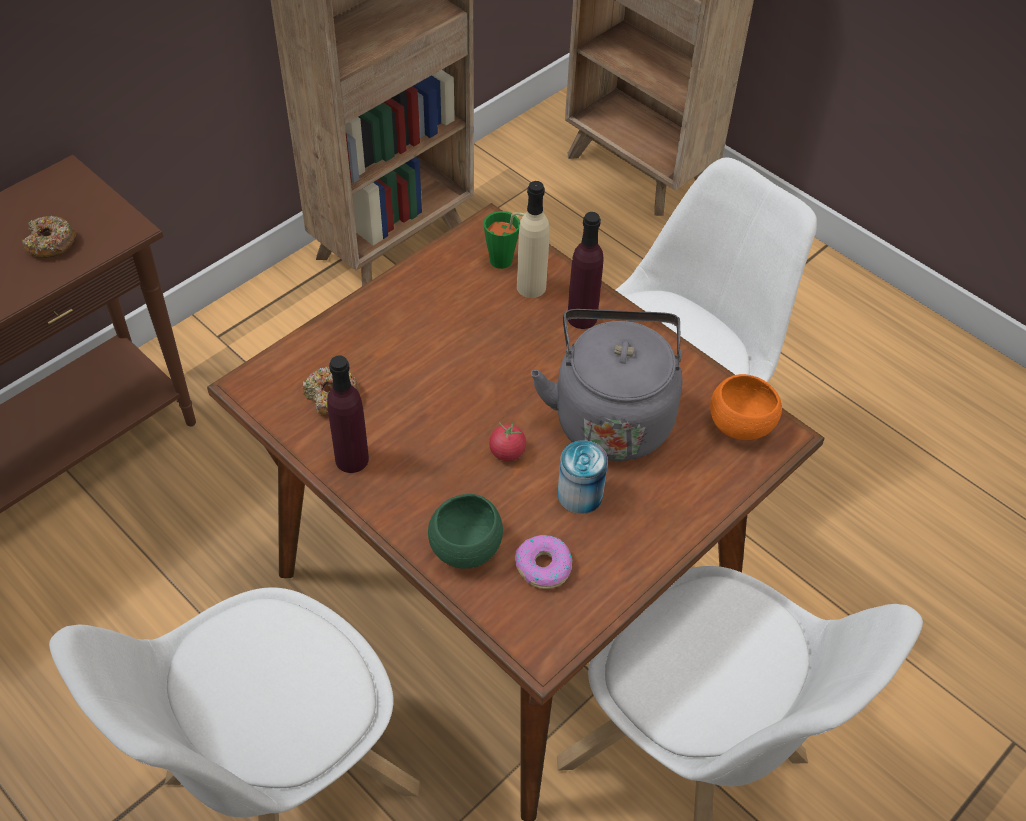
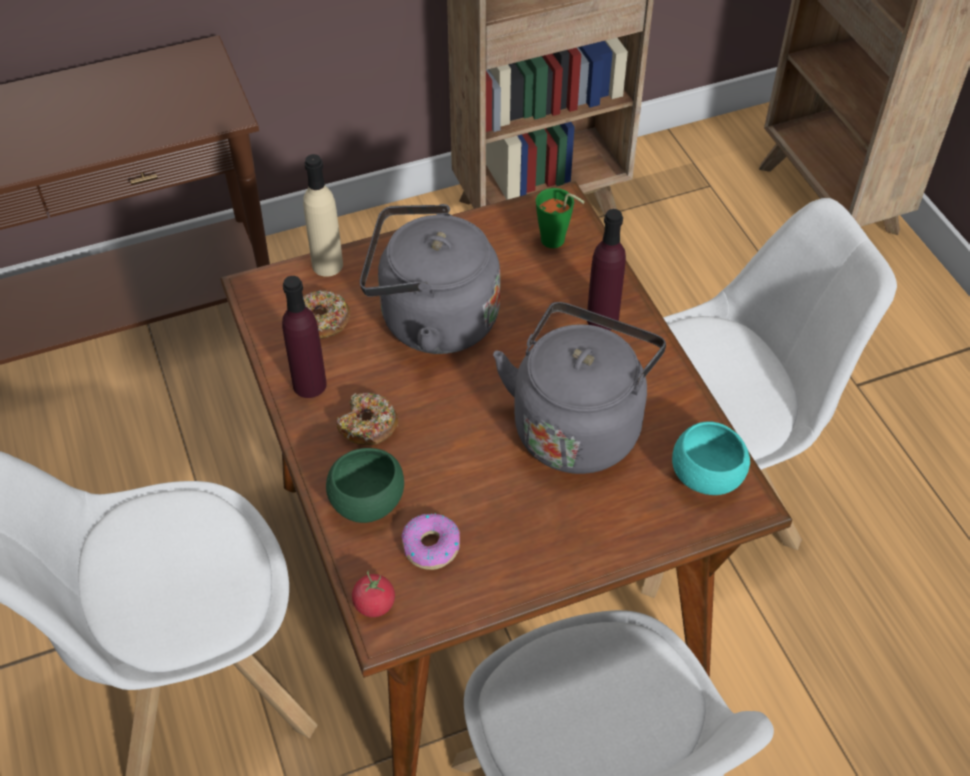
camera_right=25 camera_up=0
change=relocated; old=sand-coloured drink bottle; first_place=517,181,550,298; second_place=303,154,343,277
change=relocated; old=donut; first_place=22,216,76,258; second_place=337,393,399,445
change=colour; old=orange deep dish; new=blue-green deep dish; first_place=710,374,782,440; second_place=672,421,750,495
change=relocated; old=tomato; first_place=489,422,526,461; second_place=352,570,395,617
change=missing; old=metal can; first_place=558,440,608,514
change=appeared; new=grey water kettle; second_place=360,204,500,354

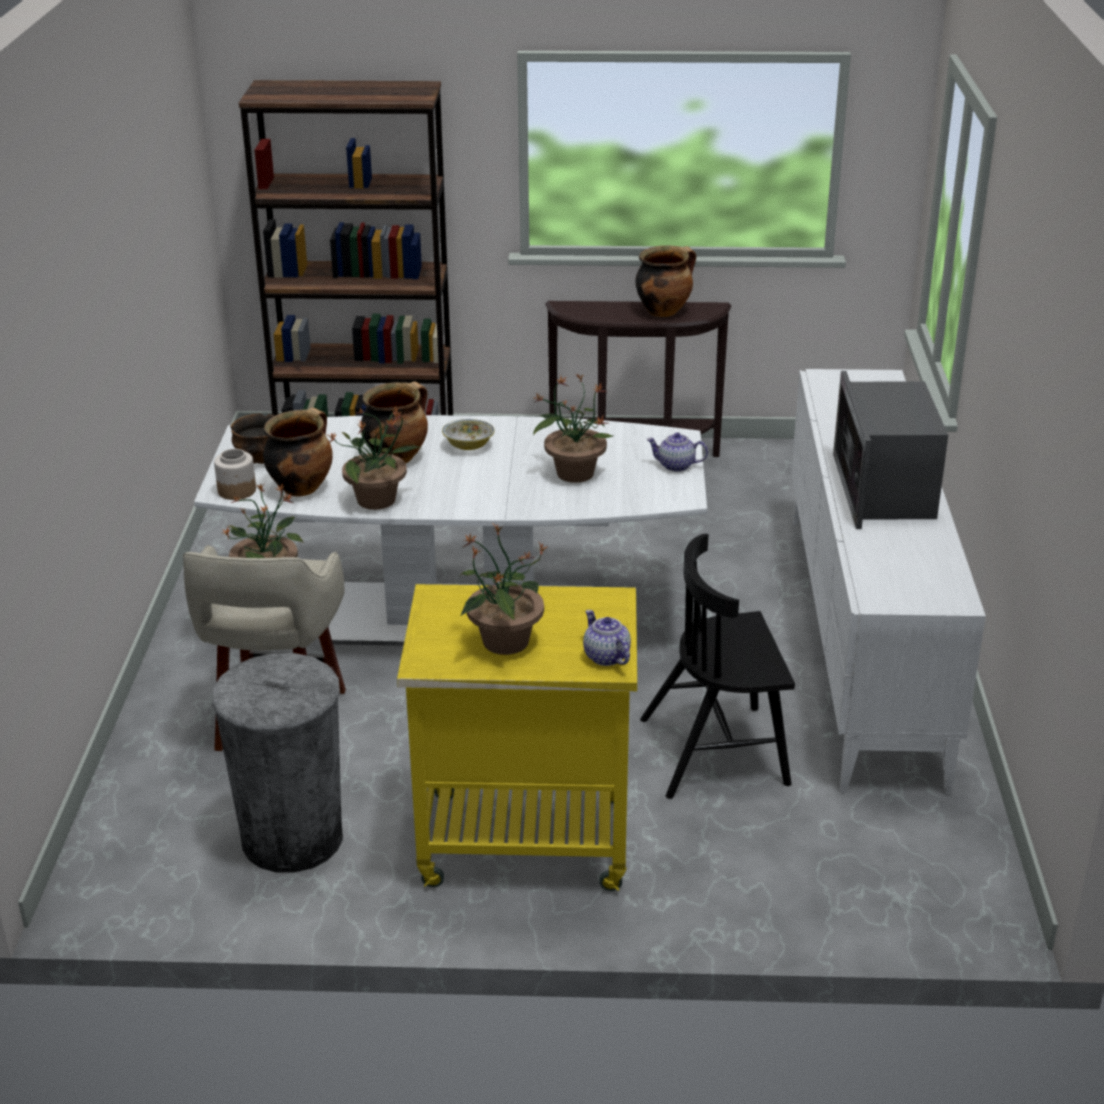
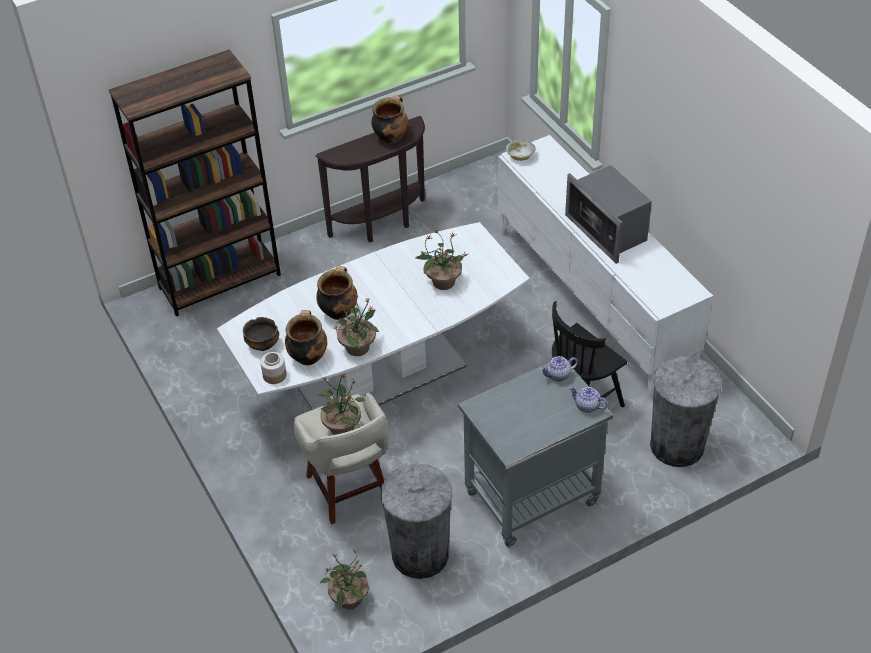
camera_right=-30 camera_up=15
change=relocated; old=deep dish; first_place=442,419,495,450; second_place=506,140,536,161
change=relocated; old=tea pot; first_place=646,432,708,472; second_place=540,356,578,381
change=relocated; old=plant in a pot; first_place=460,524,548,655; second_place=320,549,369,610
change=colour; old=yellow-coloured cart; new=grey cart; first_place=397,584,637,891; second_place=458,356,613,548
change=appeared; new=grey trash can; second_place=650,356,722,467

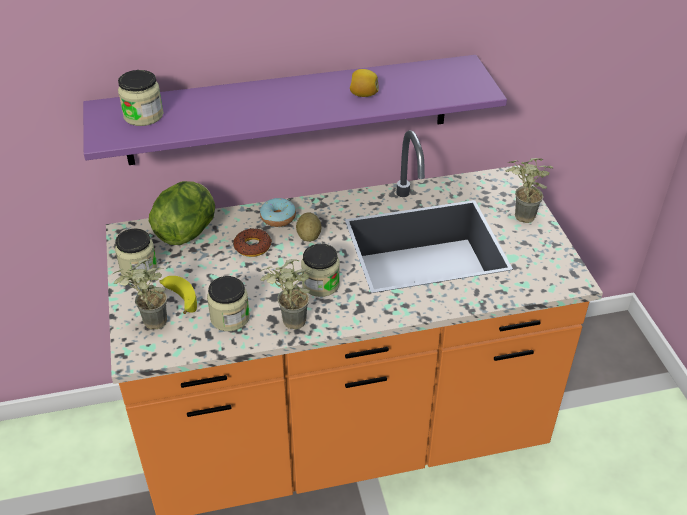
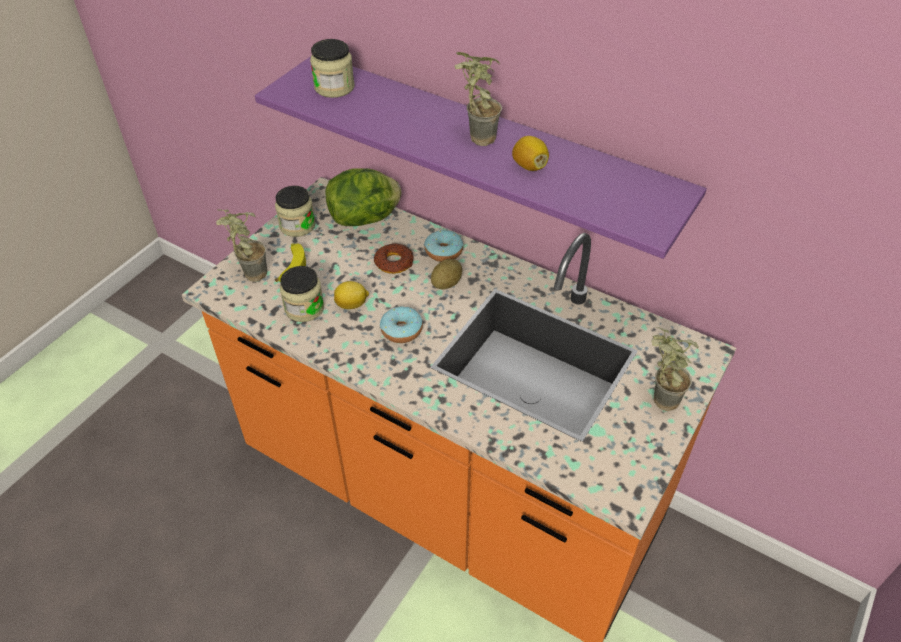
camera_right=45 camera_up=5
change=exchanged; old=storage jar; new=donut; first_place=301,244,340,297; second_place=380,306,423,343
change=relocated; old=plant in a pot; first_place=261,259,312,329; second_place=454,52,502,146
change=appeared; new=lemon; second_place=334,281,369,309

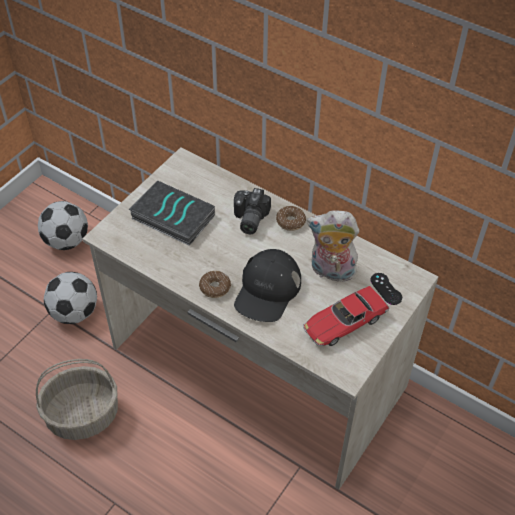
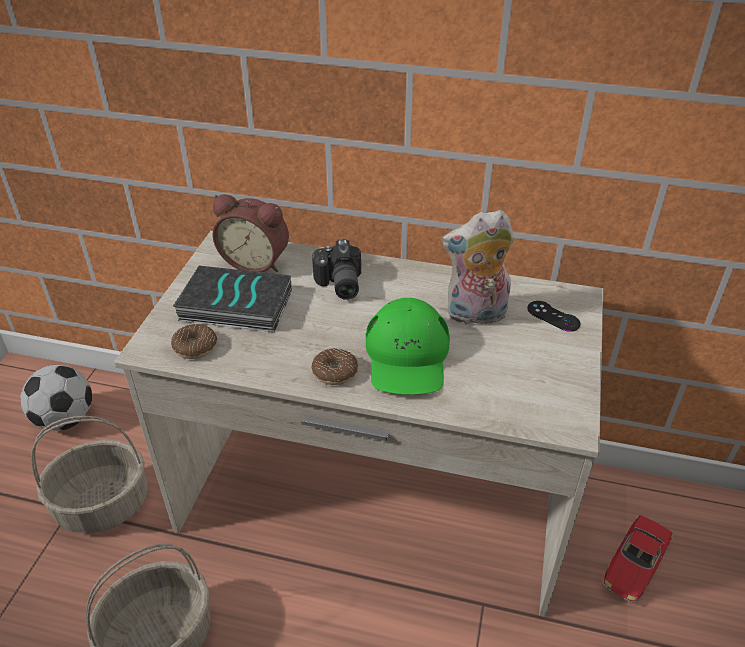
camera_right=-20 camera_up=-10
change=relocated; old=donut; first_place=276,206,306,231; second_place=171,324,217,359
change=colour; old=black-coloured peaked cap; new=green peaked cap; first_place=234,249,301,322; second_place=365,298,450,395
change=exchanged; old=football ball; new=household basket; first_place=44,272,97,324; second_place=31,416,148,533
change=relocated; old=model car; first_place=303,286,389,346; second_place=603,515,673,603
change=appeared; new=alarm clock; second_place=213,194,289,272

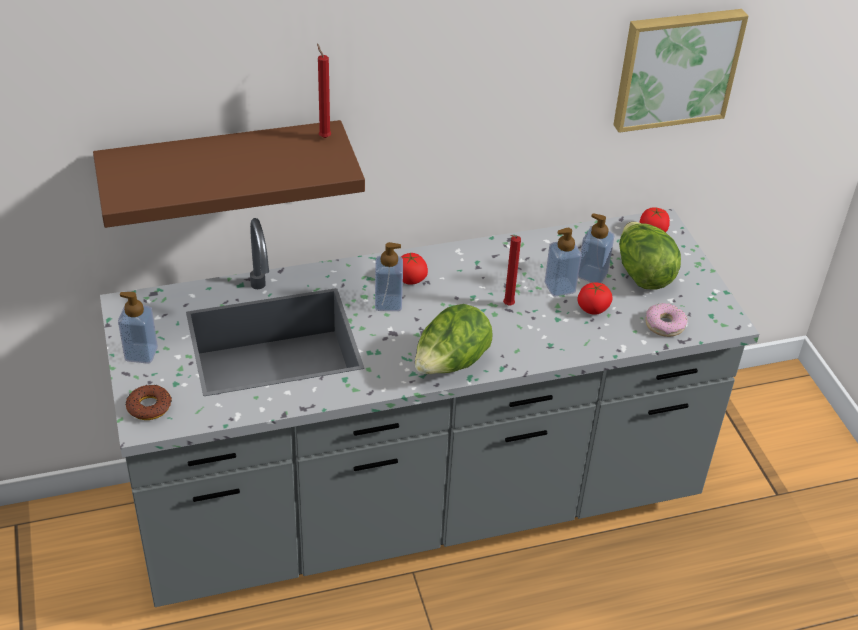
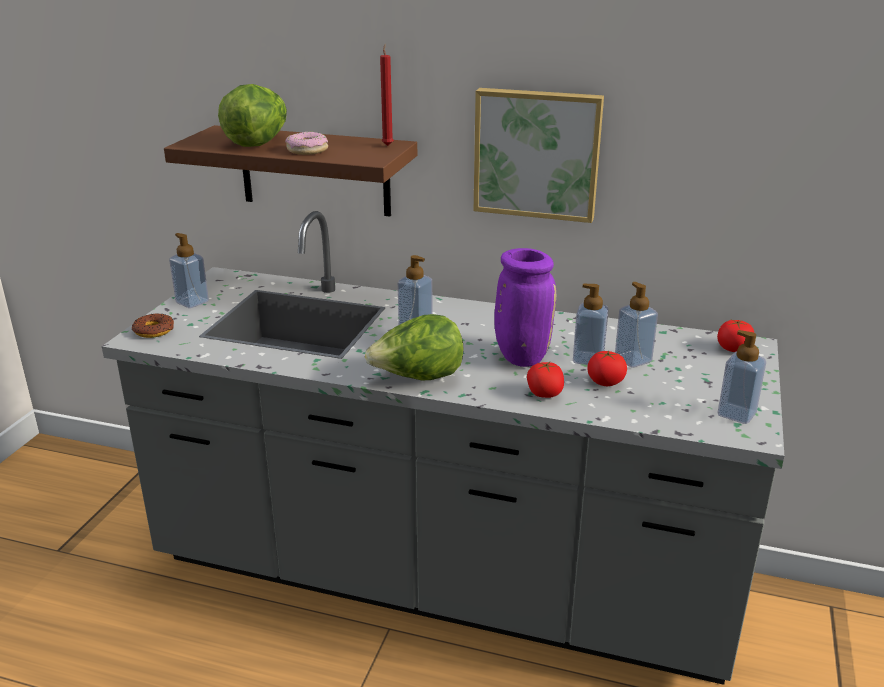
camera_right=35 camera_up=-15
change=relocated; old=picture; first_place=613,9,749,133; second_place=474,88,604,223
change=relocated; old=head of lettuce; first_place=619,222,681,289; second_place=218,84,287,147
change=exchanged; old=red wax candle; new=purple flower vase; first_place=503,235,521,305; second_place=494,248,556,367
change=relocated; old=tomato; first_place=401,253,428,285; second_place=527,361,564,398
change=relocated; old=donut; first_place=645,303,688,337; second_place=285,132,328,155
change=appeared; new=liquid soap bottle; second_place=718,330,766,424

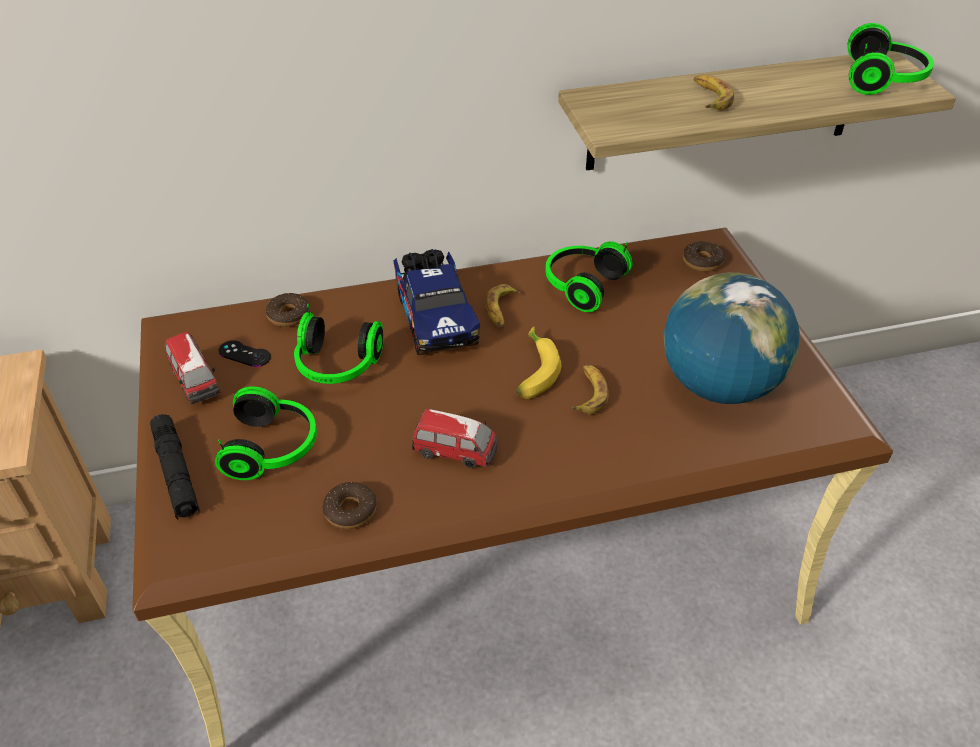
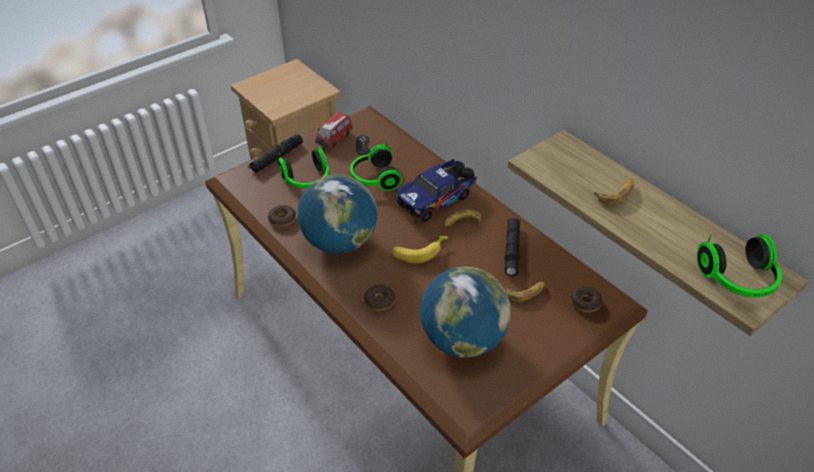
camera_right=65 camera_up=0
change=exchanged; old=headphones; new=black-coloured torch; first_place=545,241,633,312; second_place=505,218,520,276
change=relocated; old=donut; first_place=266,293,310,327; second_place=364,284,395,311
change=relocated; old=banana fruit; first_place=572,365,609,415; second_place=505,281,545,302
change=exchanged; old=model car; new=globe; first_place=412,409,498,468; second_place=298,174,377,254

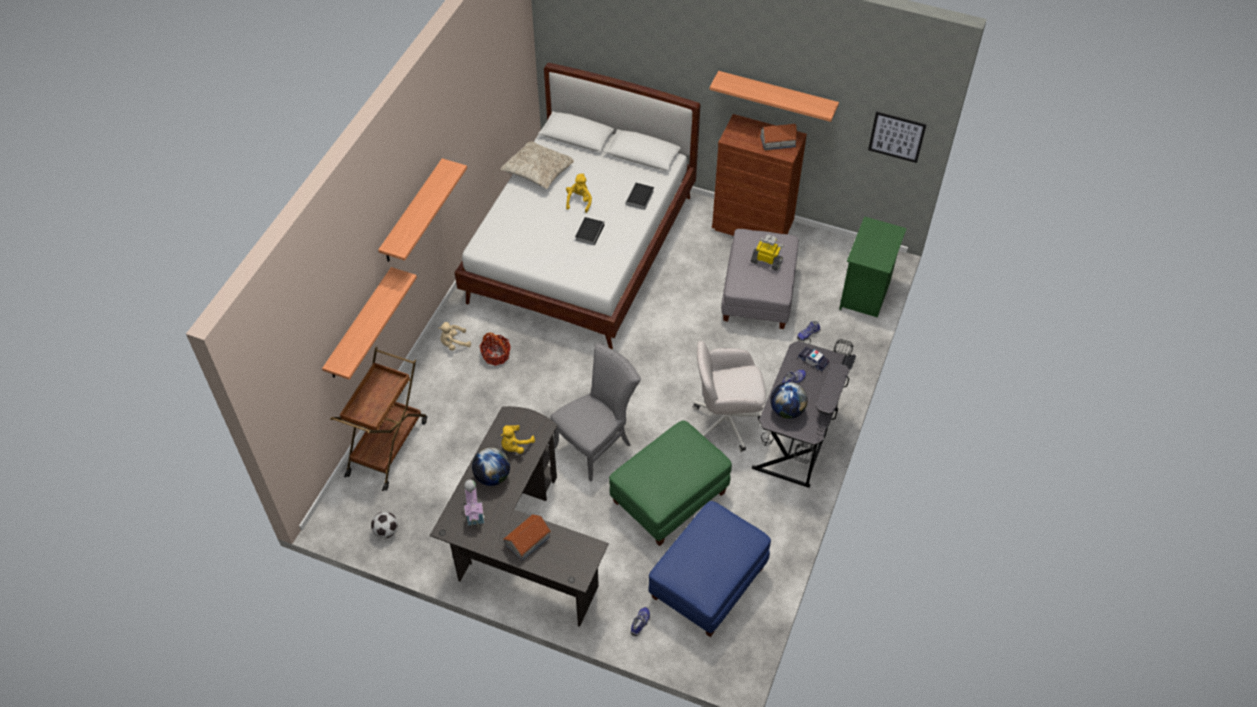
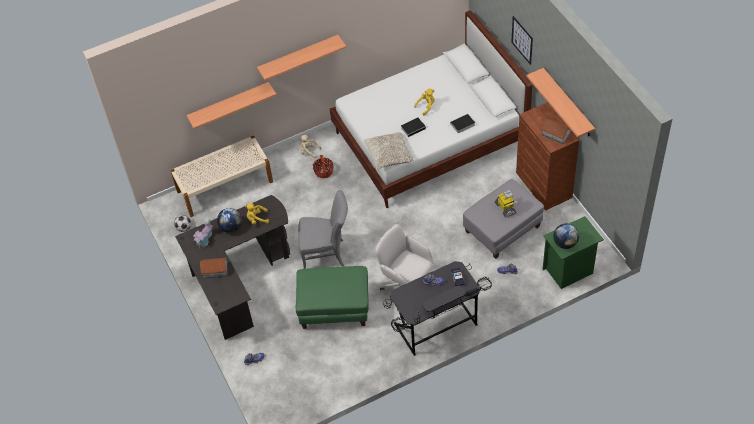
camera_right=45 camera_up=0
change=relocated; old=picture; first_place=868,111,927,163; second_place=511,16,533,65
change=relocated; old=sand-coloured pillow; first_place=501,142,574,189; second_place=363,132,414,170
change=exchanged; old=brownish cart; new=sand-coloured indoor bench; first_place=330,346,427,491; second_place=170,135,273,217
change=relocated; old=globe; first_place=770,382,808,419; second_place=553,224,579,249
change=missing; old=bluish footrest; first_place=649,501,771,637

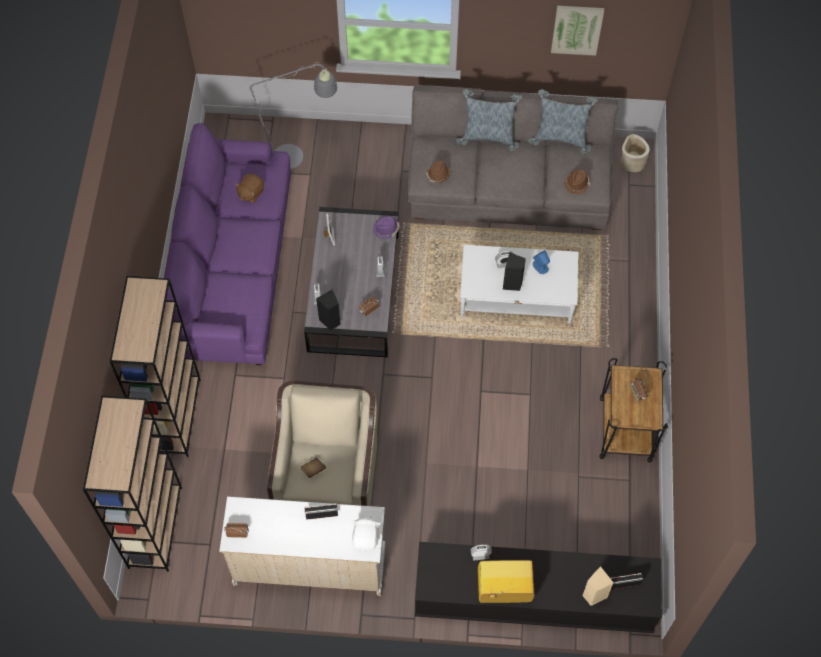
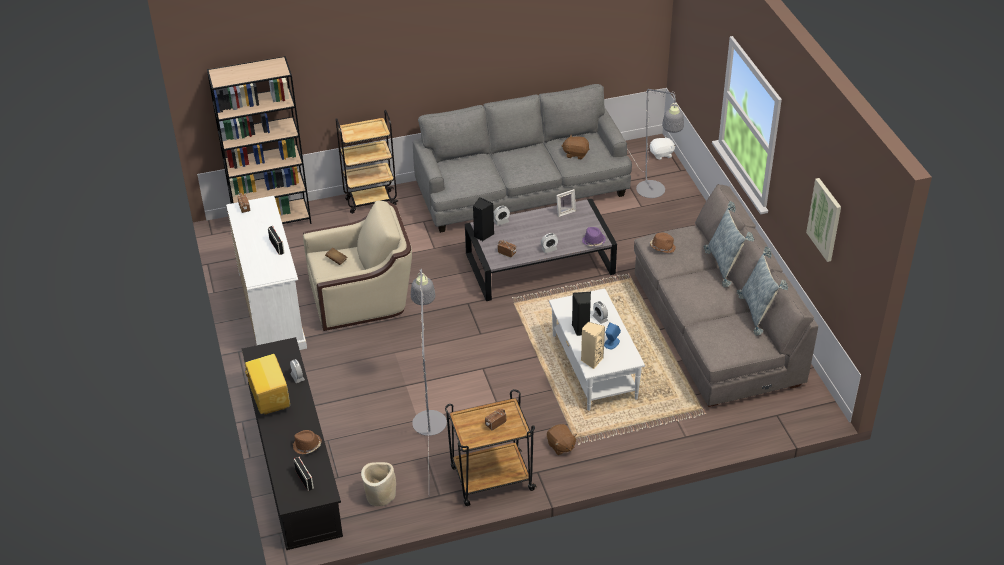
camera_right=70 camera_up=-20
change=colour; old=purple sofa; new=grey sofa; first_place=164,123,291,365; second_place=413,84,632,233
change=relocated; old=sand-coloured planter; first_place=620,134,650,172; second_place=361,462,396,506
change=relocated; old=brownish wearable hat; first_place=565,169,590,195; second_place=293,430,322,454
change=exchanged; old=sand-coloured bookshelf; new=brownish cart; first_place=110,276,201,457; second_place=336,110,399,214
change=relocated; old=white soft toy; first_place=352,515,381,551; second_place=650,136,675,160
change=relocated; old=sand-coloured loudspeaker; first_place=582,566,614,606; second_place=581,321,605,369
change=appeared; new=grey standard lamp; second_place=411,269,447,455
change=appeared; new=brownish soft toy; second_place=547,424,577,455

